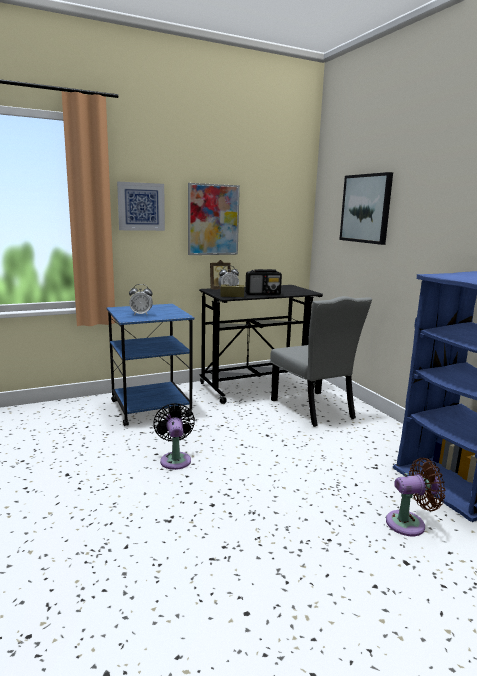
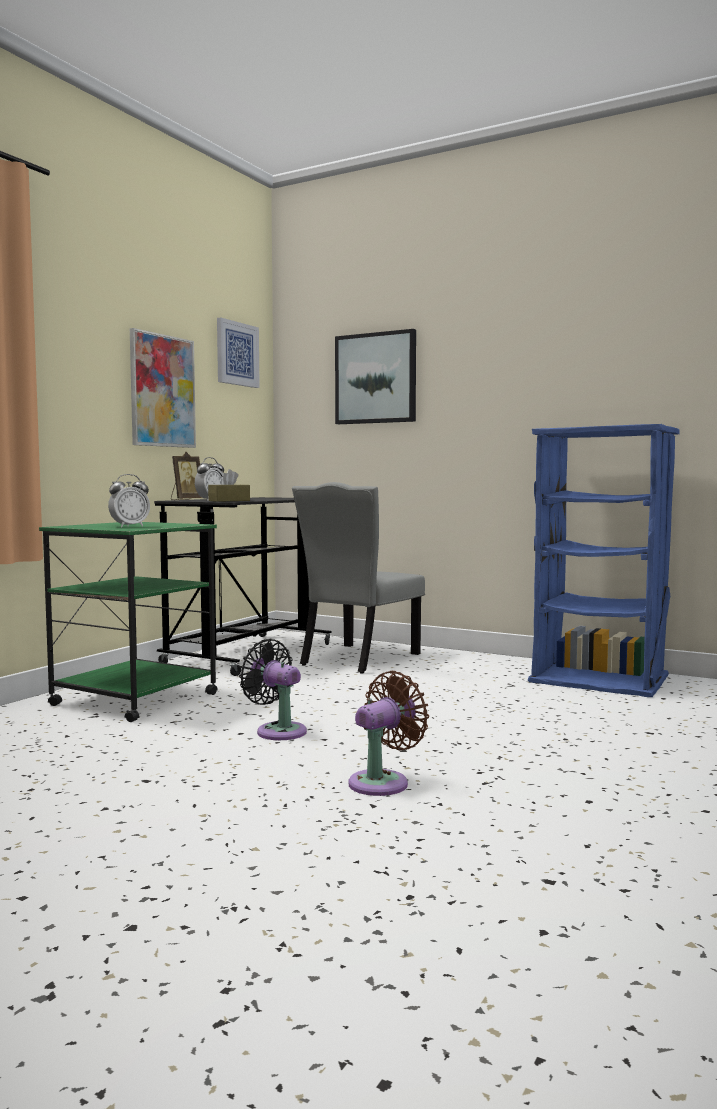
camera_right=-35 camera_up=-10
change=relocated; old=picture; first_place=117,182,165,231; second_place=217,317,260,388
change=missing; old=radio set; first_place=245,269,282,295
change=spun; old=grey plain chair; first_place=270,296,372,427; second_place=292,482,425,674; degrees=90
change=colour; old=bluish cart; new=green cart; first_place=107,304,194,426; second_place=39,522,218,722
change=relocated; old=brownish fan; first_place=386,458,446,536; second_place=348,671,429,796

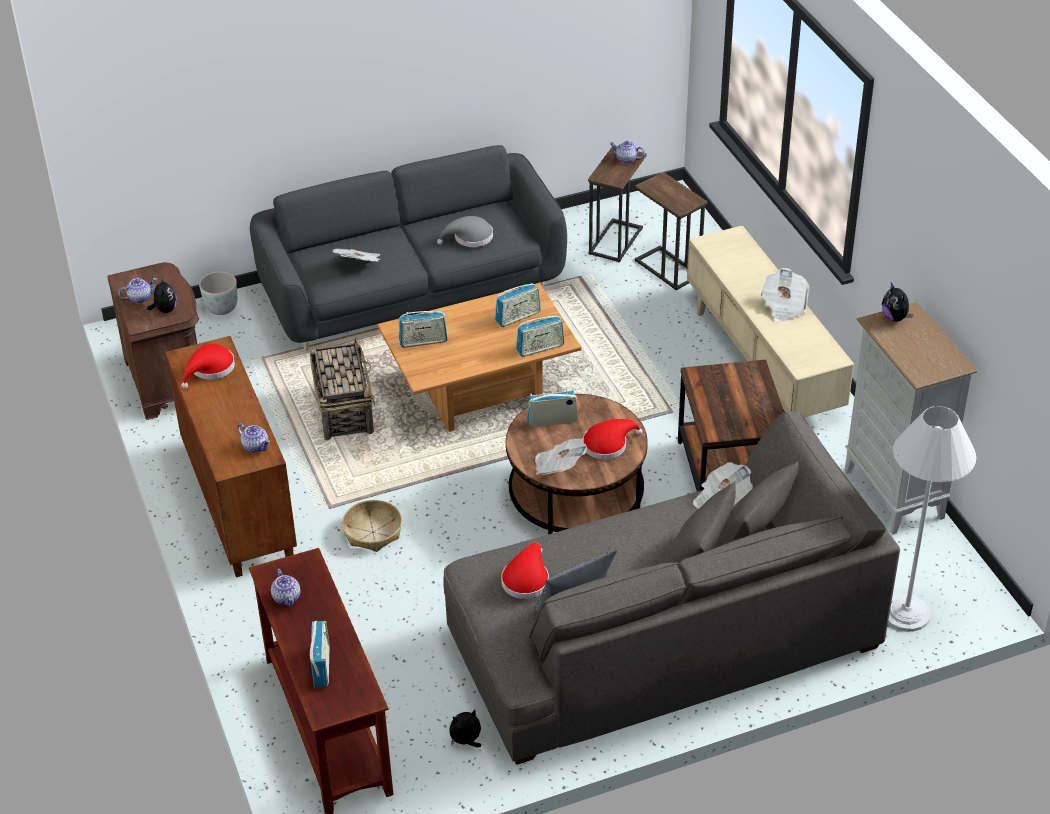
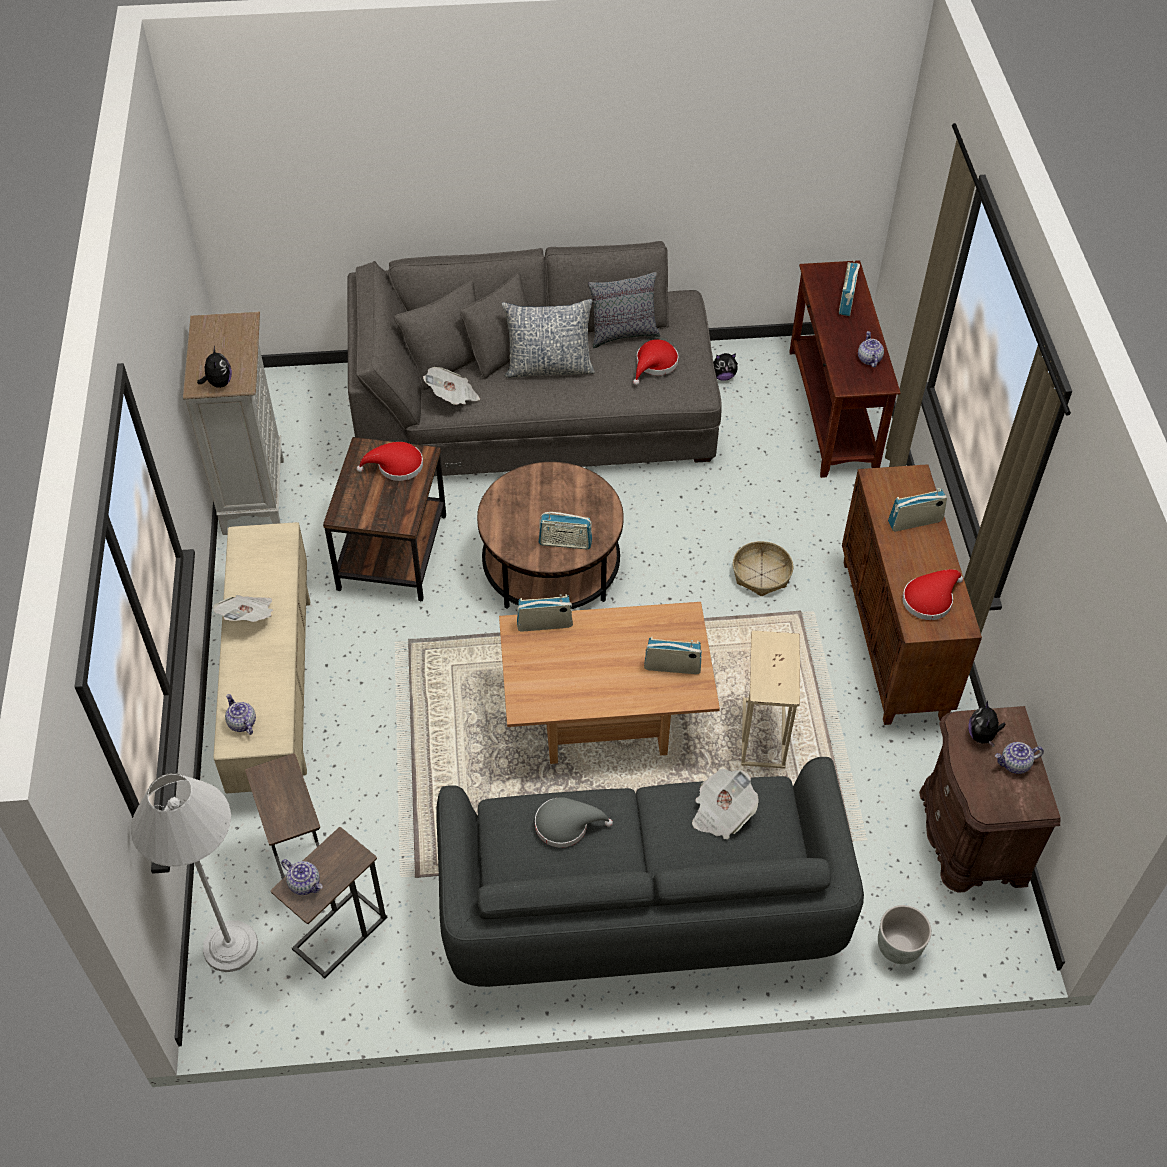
camera_right=-165 camera_up=10
change=relocated; old=radio set; first_place=495,283,541,327; second_place=888,488,947,531
change=exchanged; old=household basket; new=sand-coloured end table; first_place=310,338,375,440; second_place=741,630,800,769
change=relocated; old=white standard lamp; first_place=888,406,976,632; second_place=131,773,258,972
change=relocated; old=red wearable hat; first_place=583,419,643,460; second_place=357,442,423,481
change=relocated; old=tea pot; first_place=237,423,270,453; second_place=225,694,256,735
change=missing; old=printed paper; first_place=535,438,587,475
change=appeared; new=pillow; second_place=502,299,595,378

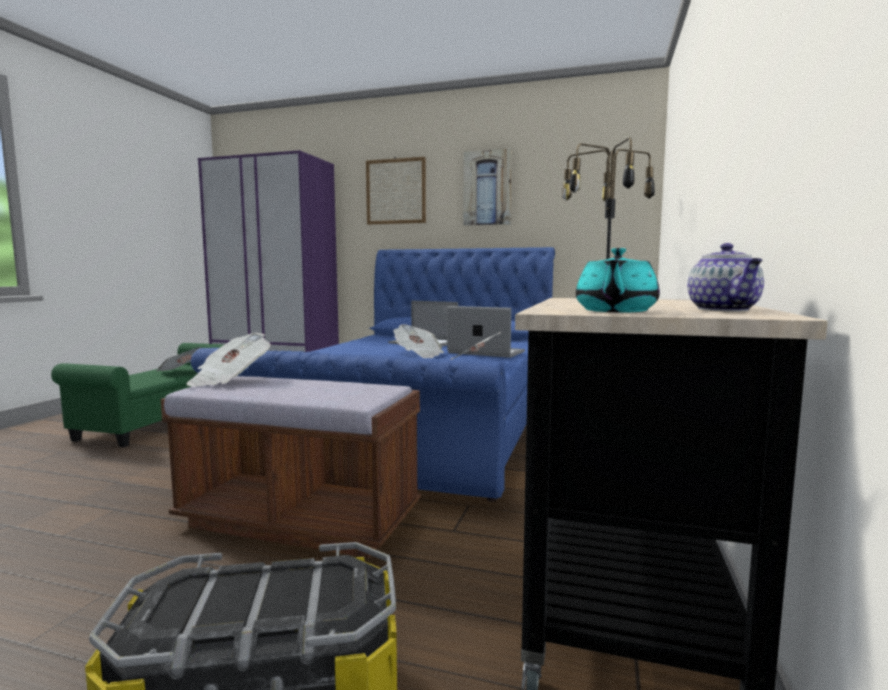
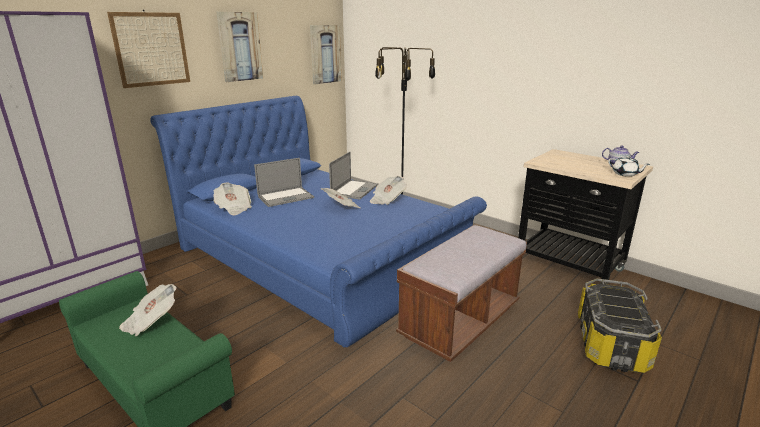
camera_right=-65 camera_up=15
change=colour; old=blue-green tea pot; new=white tea pot; first_place=576,248,660,312; second_place=608,156,650,177
change=spun; old=portable computer; first_place=447,306,525,358; second_place=329,152,378,199; degrees=150
change=relocated; old=printed paper; first_place=186,333,270,387; second_place=213,183,252,216
change=appeared; new=picture; second_place=310,25,341,84

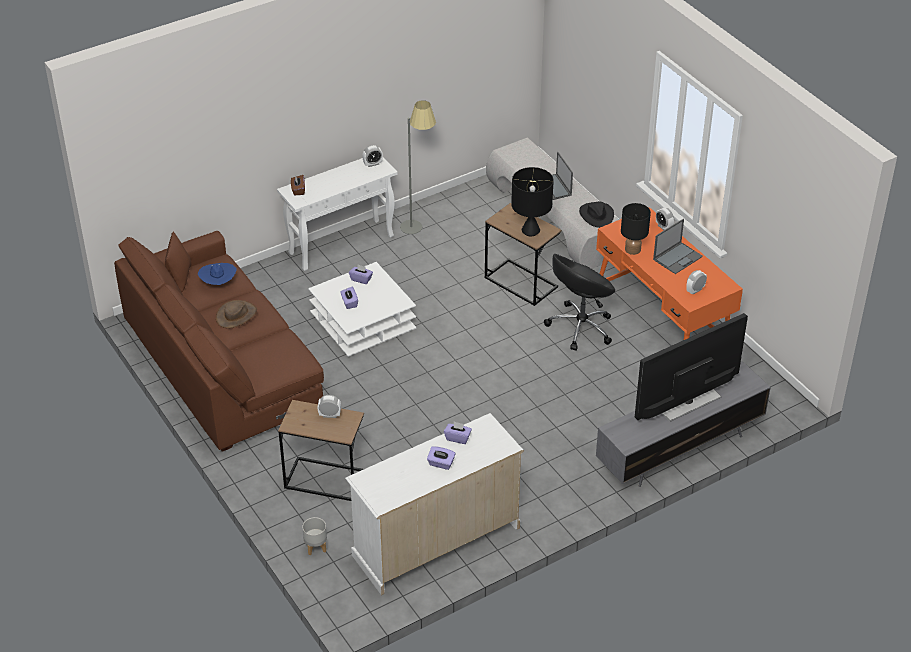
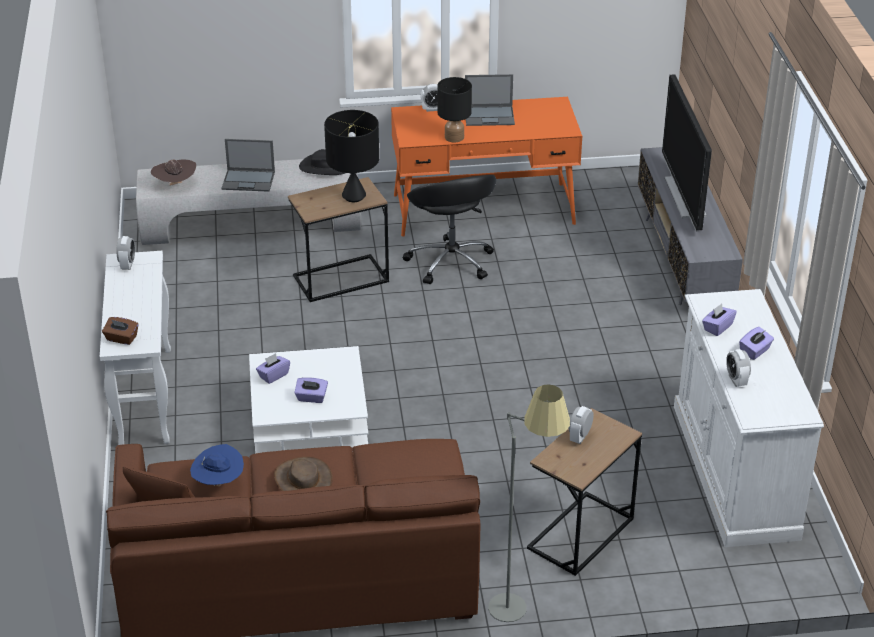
camera_right=-65 camera_up=-5
change=relocated; old=grey standard lamp; first_place=400,100,436,234; second_place=488,384,570,622
change=spun; old=portable computer; first_place=653,219,703,274; second_place=465,74,515,126; degrees=105
change=relocated; old=alarm clock; first_place=686,270,707,295; second_place=726,349,751,387
change=missing; old=grey planter; first_place=302,517,327,555
change=appeared; new=brownish wearable hat; second_place=151,159,196,186

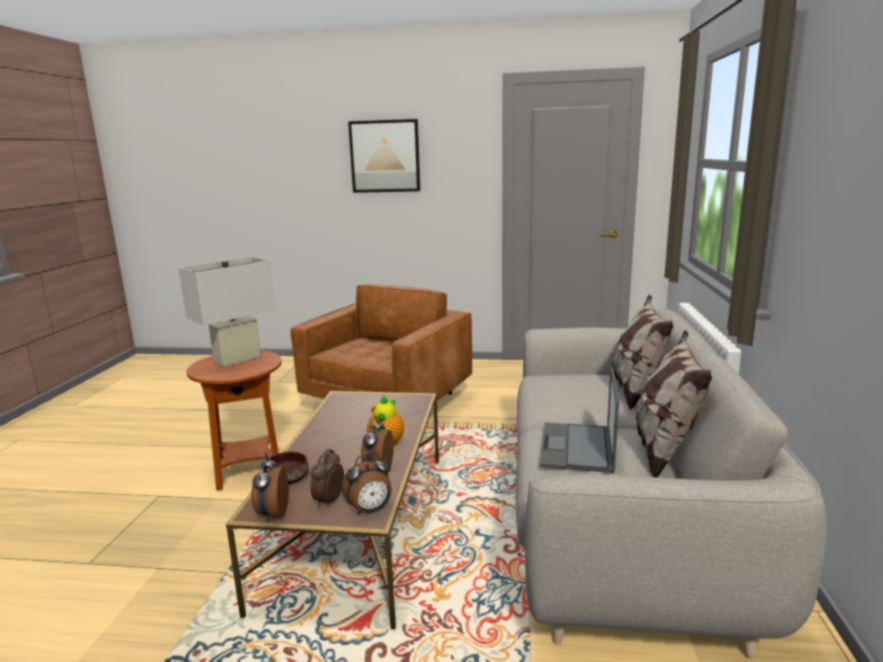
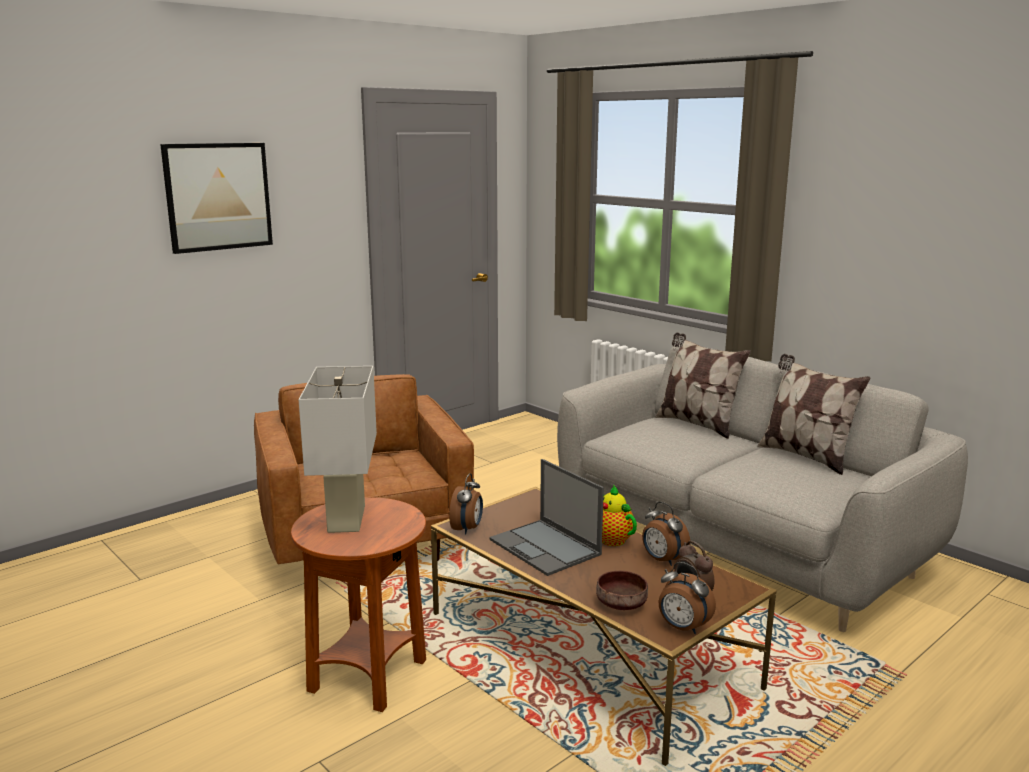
camera_right=-50 camera_up=0
change=relocated; old=portable computer; first_place=540,367,619,473; second_place=489,459,604,576
change=relocated; old=alarm clock; first_place=342,452,392,515; second_place=449,473,483,534

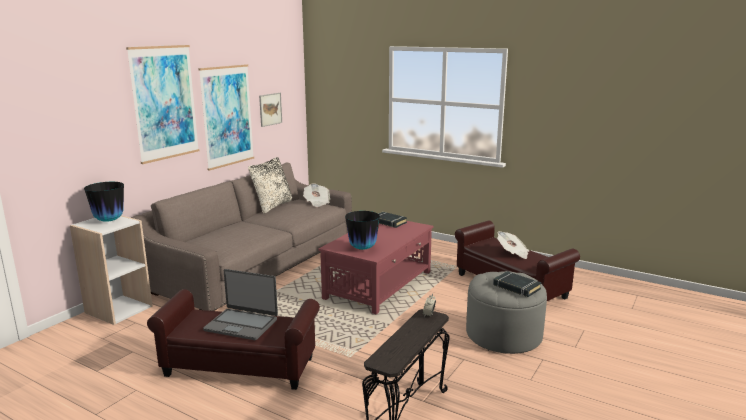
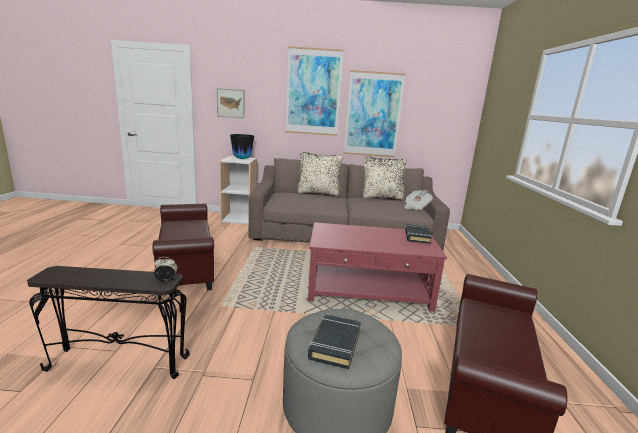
camera_right=60 camera_up=0
change=relocated; old=picture; first_place=259,93,282,127; second_place=217,88,244,119
change=missing; old=flower vase; first_place=345,211,380,250
change=missing; old=printed paper; first_place=497,231,529,259
change=missing; old=portable computer; first_place=203,269,278,340
change=appeared; new=sand-coloured pillow; second_place=298,152,343,196

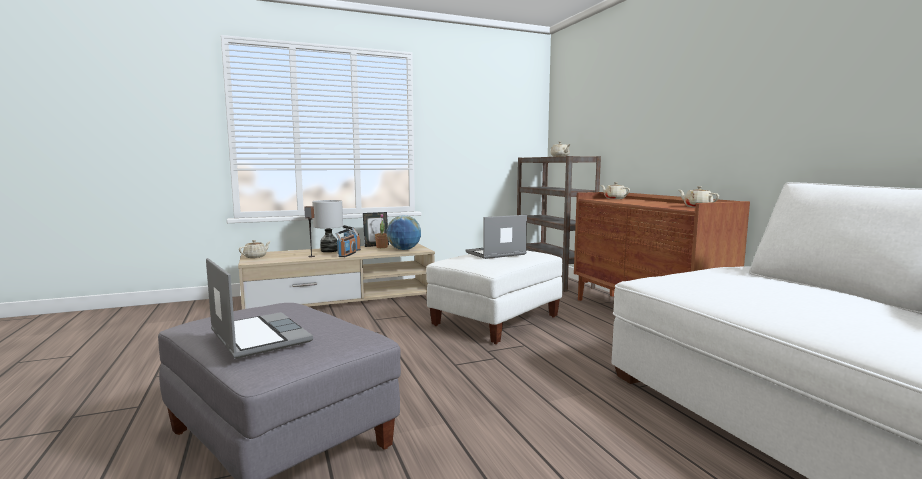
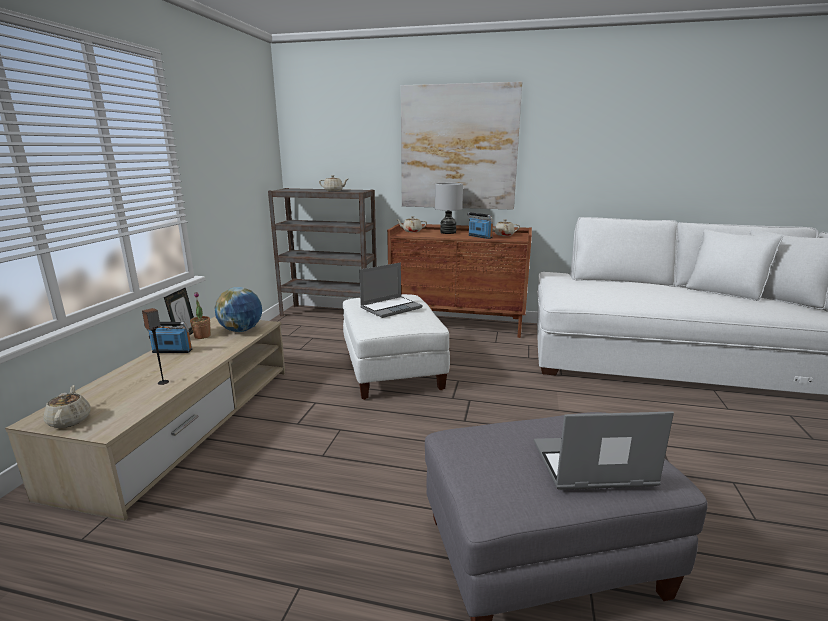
camera_right=-55 camera_up=10
change=relocated; old=grey table lamp; first_place=312,200,343,252; second_place=435,183,463,234
change=spun; old=portable computer; first_place=465,215,527,259; second_place=359,262,423,318; degrees=-135
change=relocated; old=radio set; first_place=335,229,356,257; second_place=467,212,493,239
change=appeared; new=picture; second_place=401,82,522,210

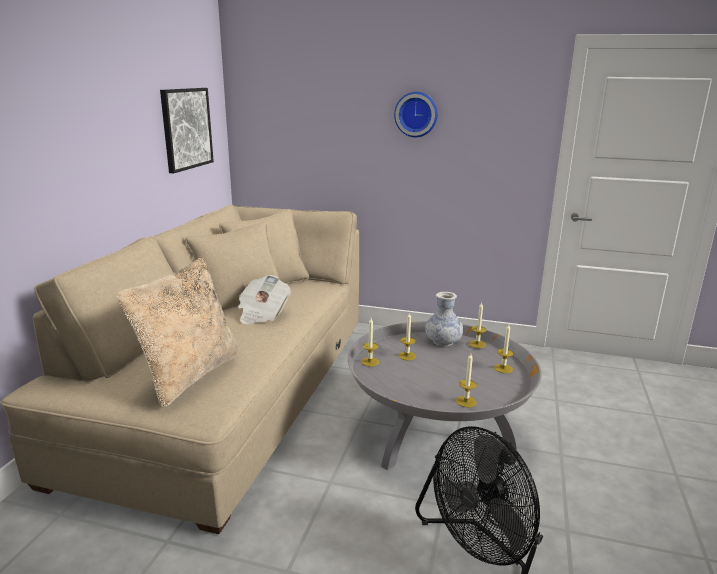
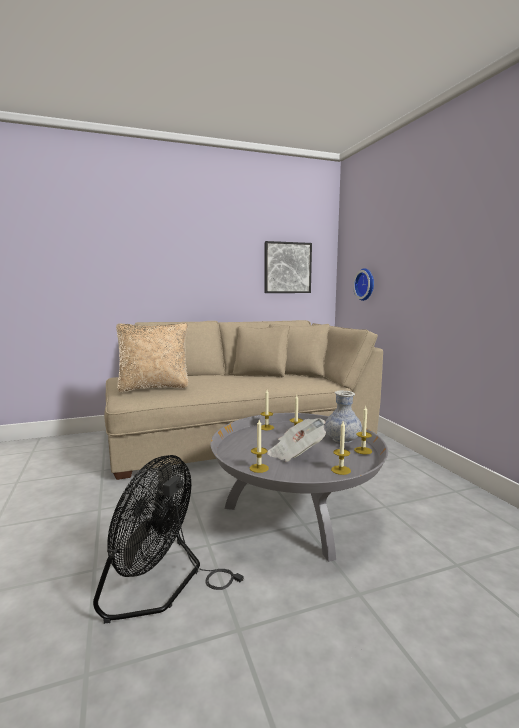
camera_right=55 camera_up=-10
change=relocated; old=wall clock; first_place=394,92,438,137; second_place=353,268,374,301
change=relocated; old=printed paper; first_place=238,275,291,324; second_place=267,418,326,461

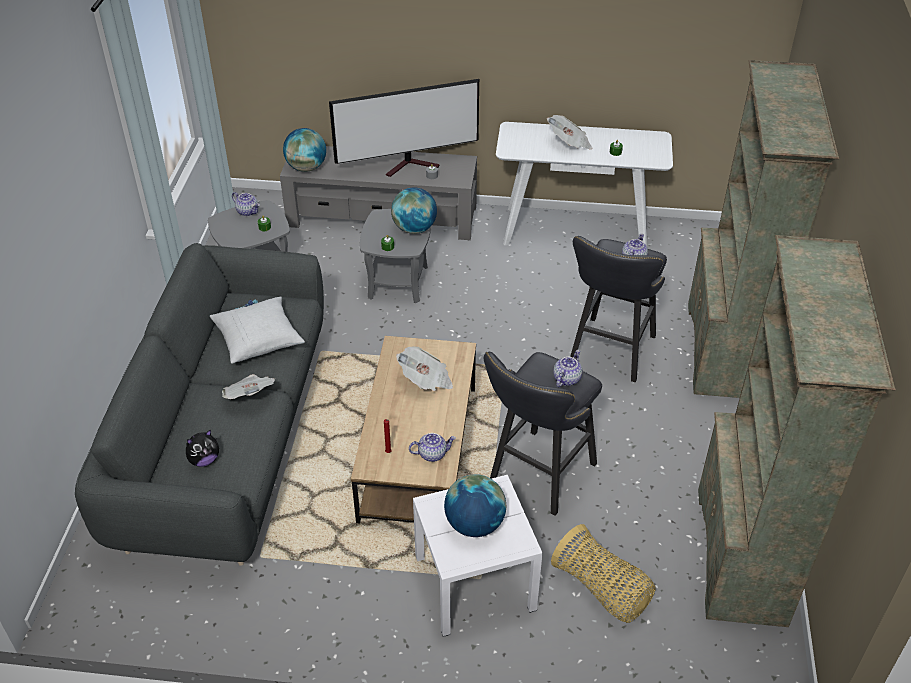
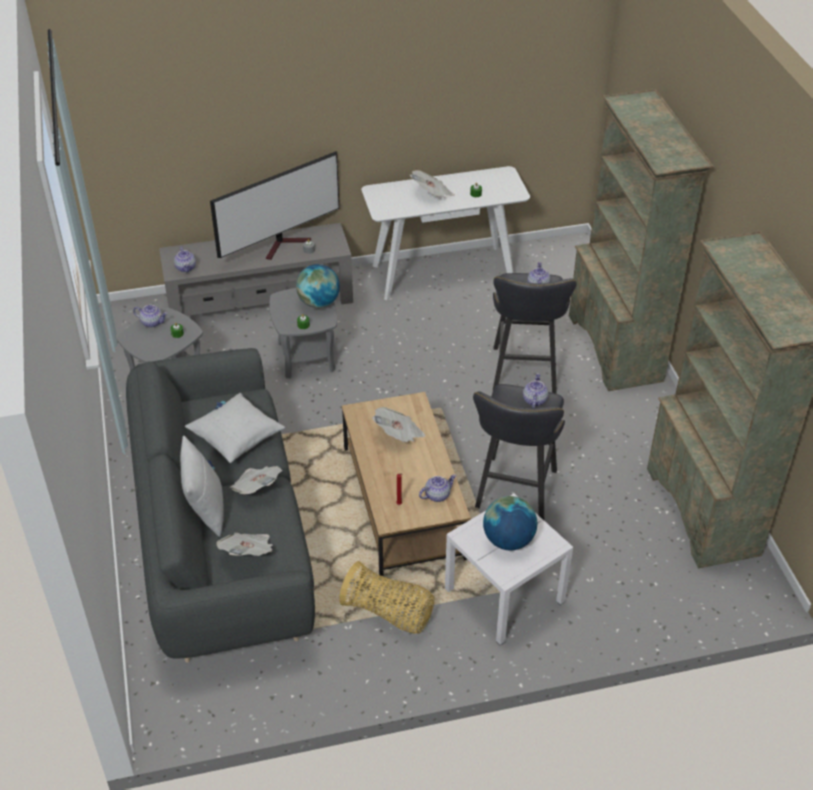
camera_right=-20 camera_up=0
change=exchanged; old=globe; new=tea pot; first_place=283,128,326,172; second_place=174,246,196,273
change=exchanged; old=soft toy; new=printed paper; first_place=186,430,219,467; second_place=217,533,273,556
change=relocated; old=household basket; first_place=551,524,656,623; second_place=339,561,435,634
change=appeared; new=grey pillow; second_place=180,436,224,537

